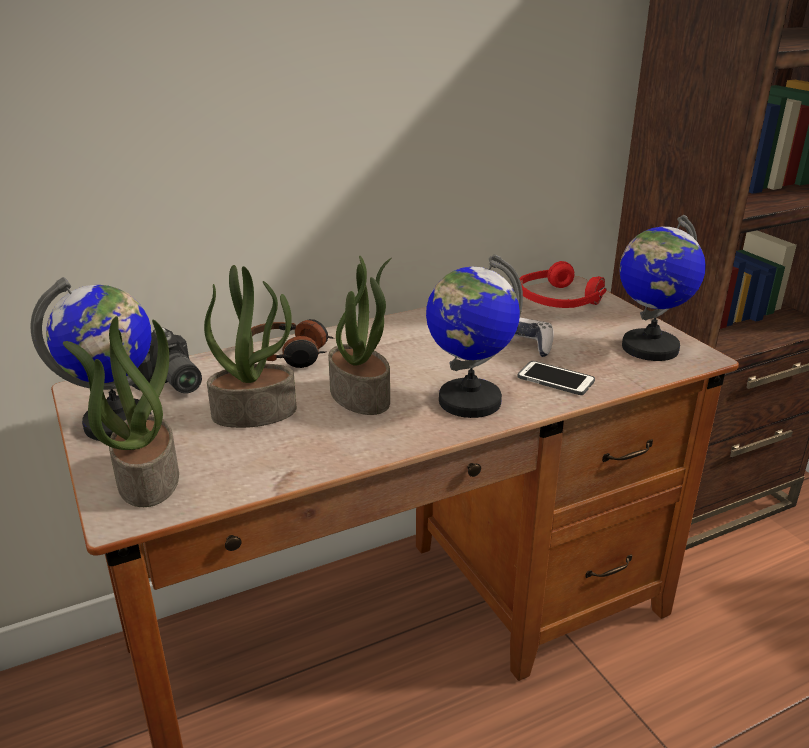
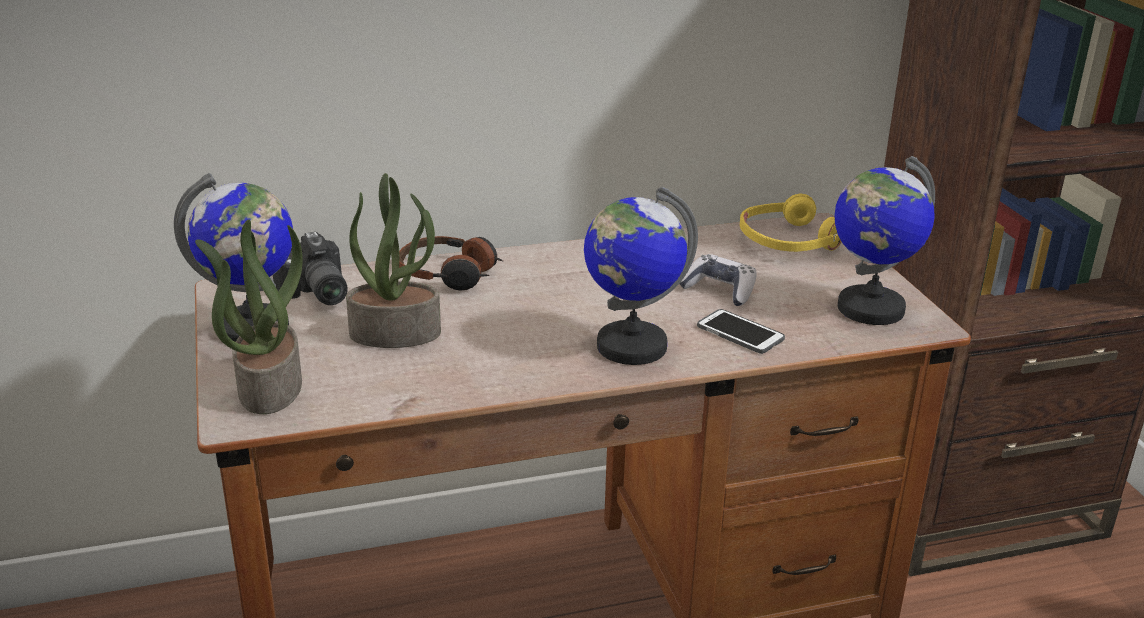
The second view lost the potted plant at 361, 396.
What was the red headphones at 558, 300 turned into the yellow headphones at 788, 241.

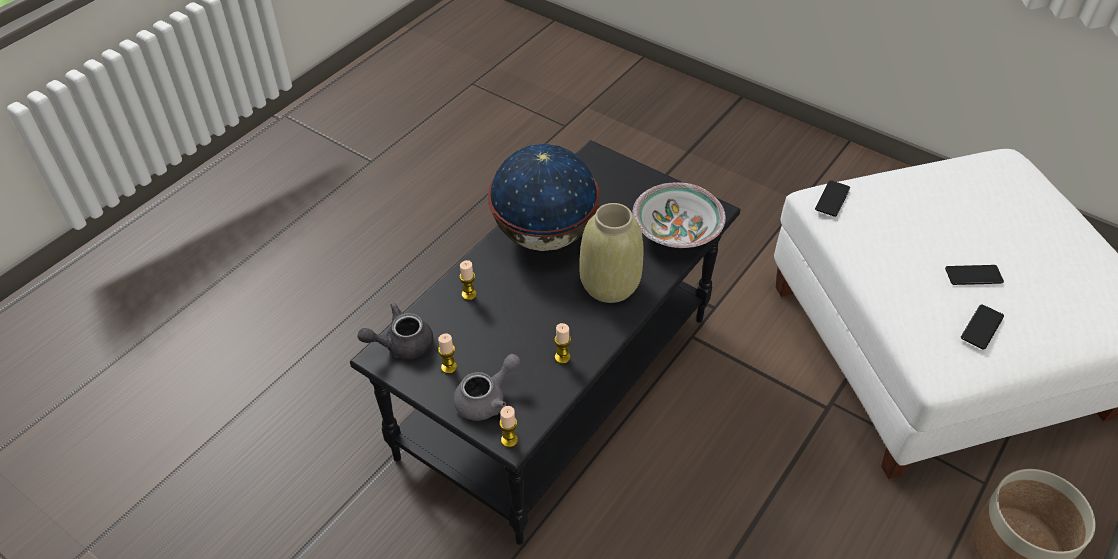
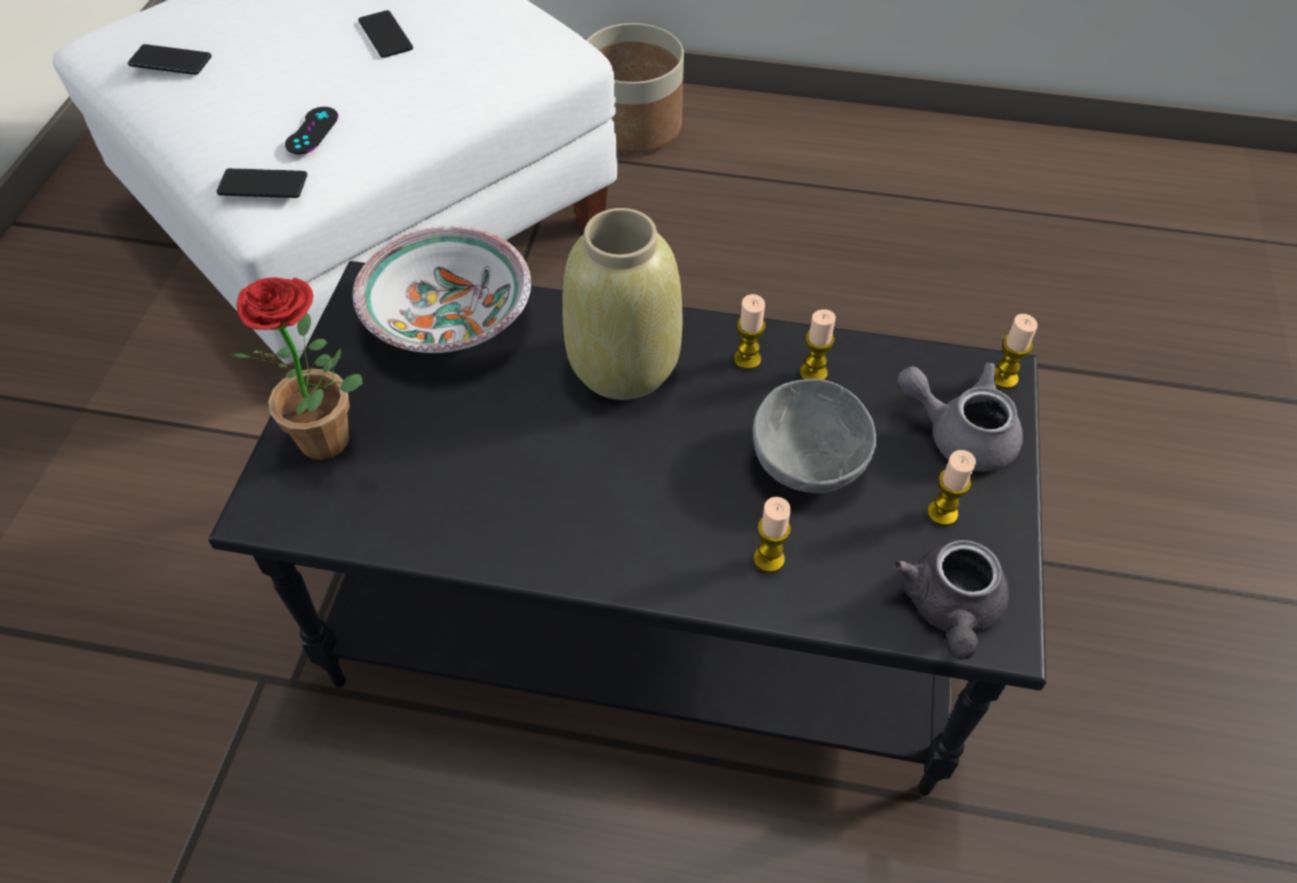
The second view lost the globe at 543, 235.
The grey teapot at 401, 344 ended up facing another way, 60 degrees clockwise from before.
The phone ended up elsewhere, having gone from 982, 327 to 170, 61.
The second view gained the black game controller at 312, 131.
The second view gained the potted plant at 335, 441.
The second view gained the candle at 747, 359.
The second view gained the grey bowl at 811, 460.

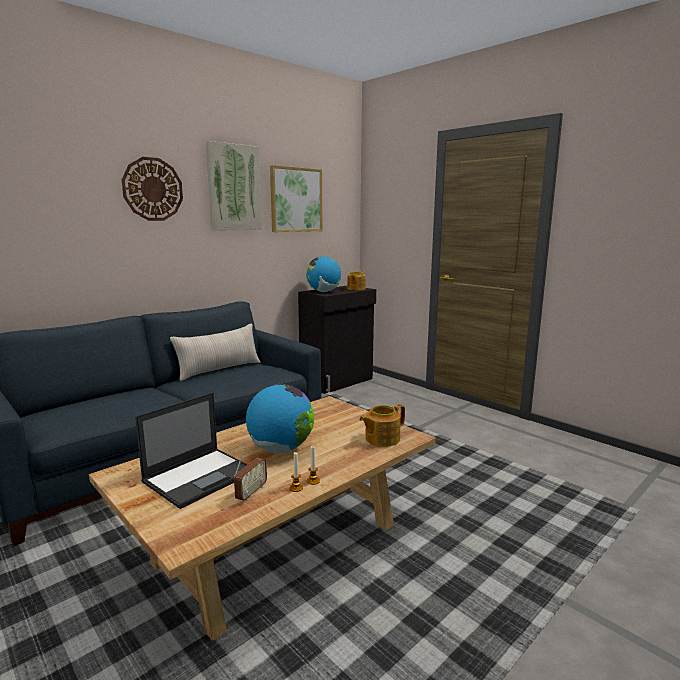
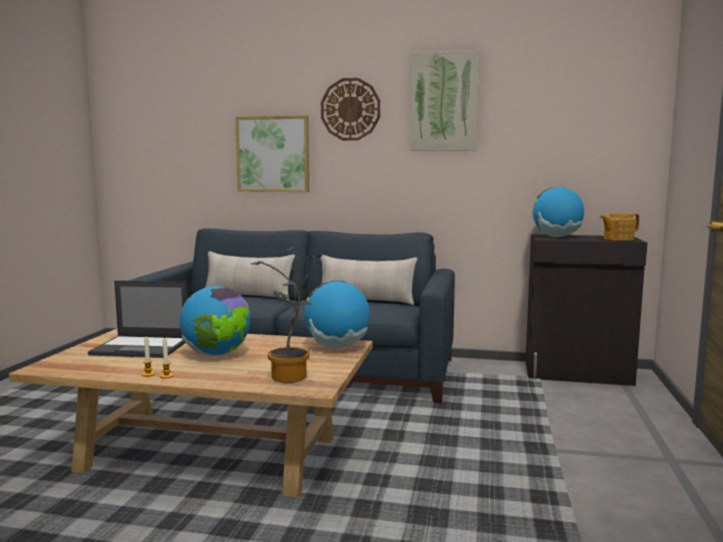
The picture ended up elsewhere, having gone from 296, 200 to 273, 154.
Where the teapot stood at 381, 439, the potted plant came to stand at 290, 378.
The second view lost the radio at 251, 493.
The second view gained the beige pillow at 248, 296.
The second view gained the globe at 337, 346.

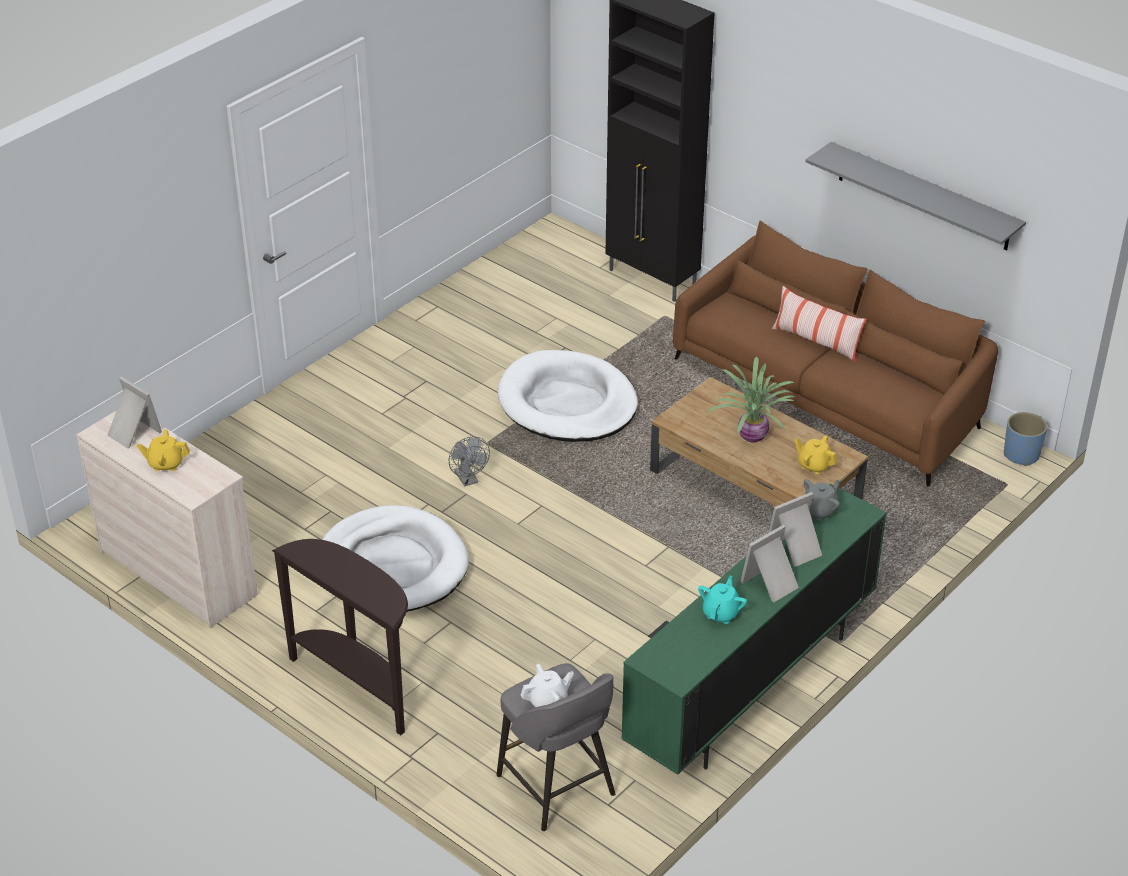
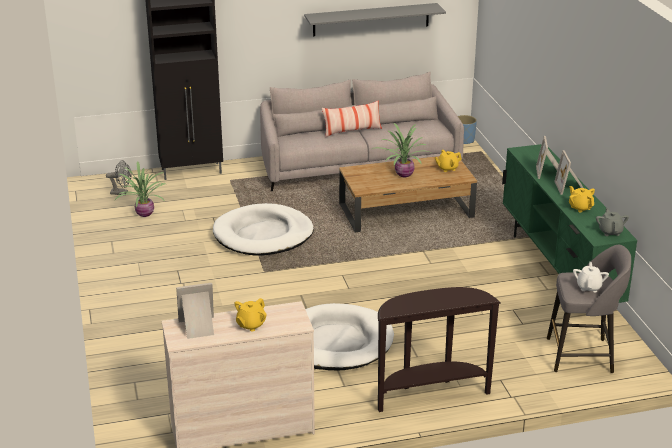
What was the brown sofa at 830, 394 turned into the grey sofa at 358, 164.
The grey fan ended up elsewhere, having gone from 468, 480 to 122, 193.
The grey teapot ended up elsewhere, having gone from 819, 511 to 610, 232.
What was the turquoise teapot at 721, 613 turned into the yellow teapot at 580, 207.
The second view gained the potted plant at 144, 213.

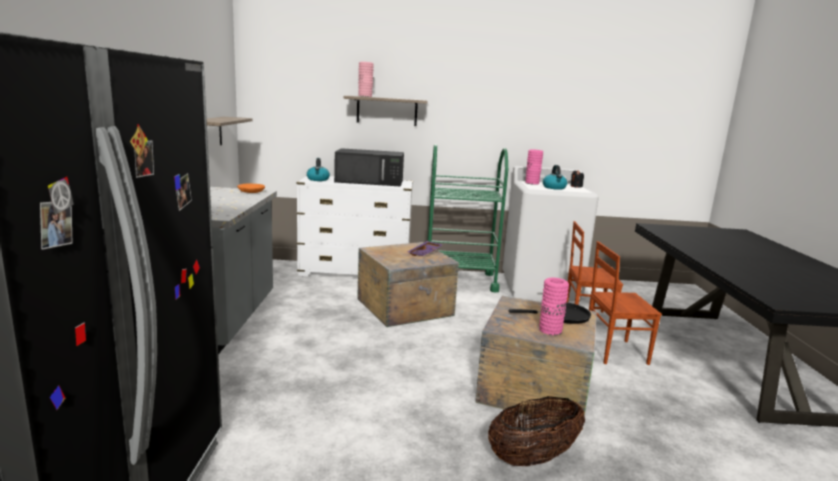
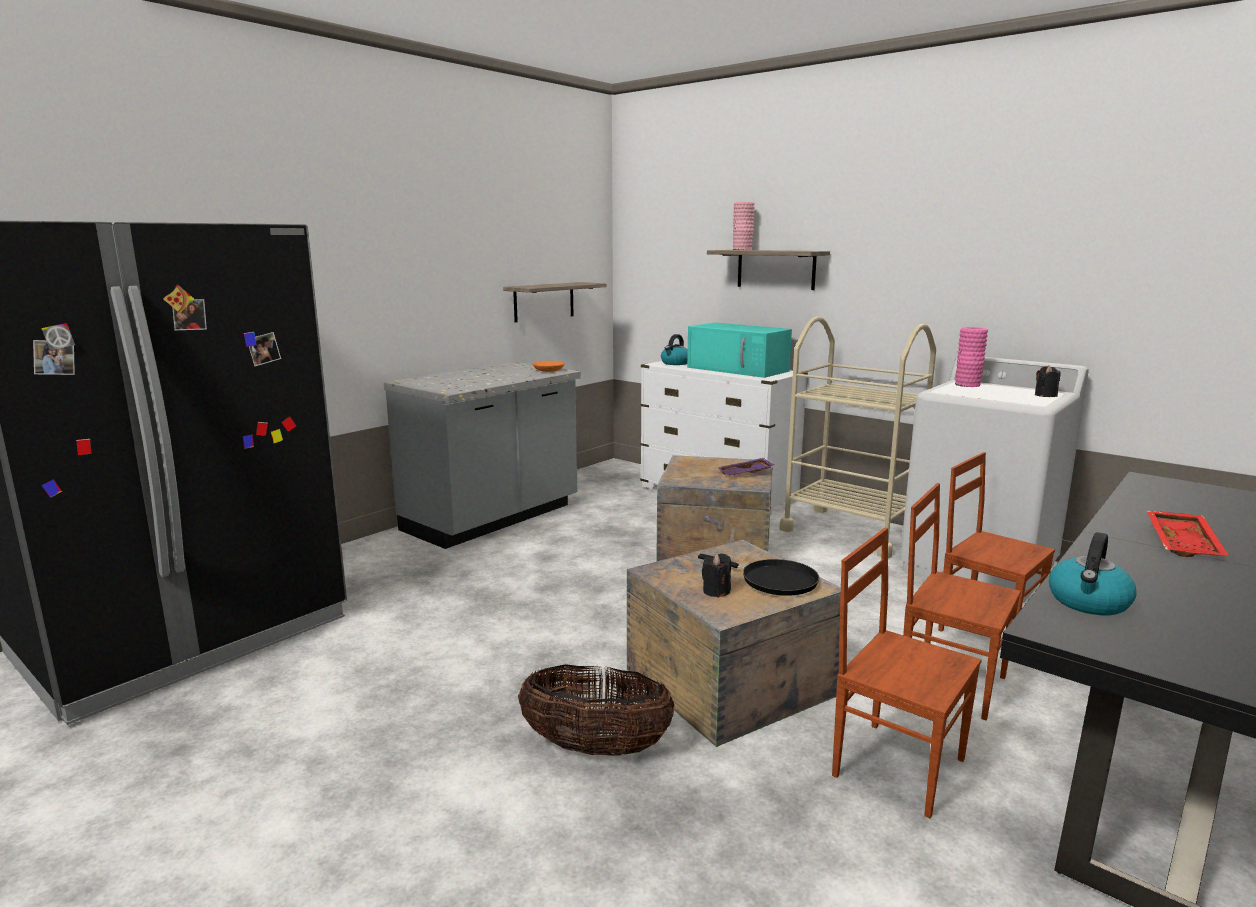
What was the green cart at 459, 280 turned into the beige cart at 850, 531.
What was the black microwave at 370, 181 turned into the turquoise microwave at 739, 369.
The kettle ended up elsewhere, having gone from 554, 188 to 1088, 602.
Where the pink vase stood at 550, 330, the black candle came to stand at 716, 591.
The second view gained the red tray at 1184, 544.
The second view gained the brown chair at 897, 765.

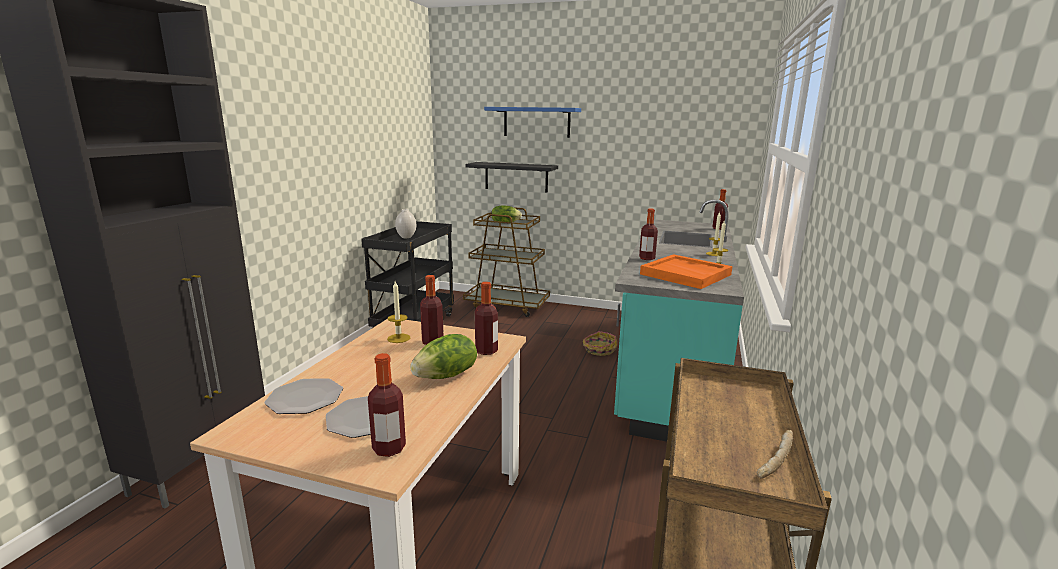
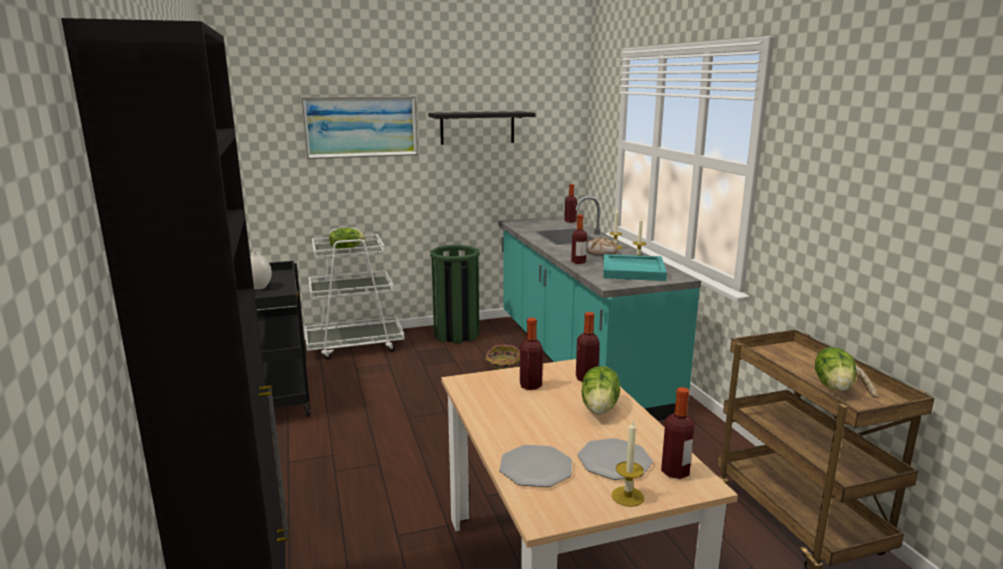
Where the blue shelf hung at 536, 122, the picture came to hang at 361, 126.
The black shelf ended up elsewhere, having gone from 516, 177 to 477, 127.
What was the brown cart at 507, 306 turned into the white cart at 355, 345.
What was the orange tray at 686, 274 turned into the turquoise tray at 633, 270.
The candle ended up elsewhere, having gone from 398, 338 to 627, 496.
The second view gained the bread at 601, 253.
The second view gained the green trash can at 456, 334.
The second view gained the lettuce at 834, 386.

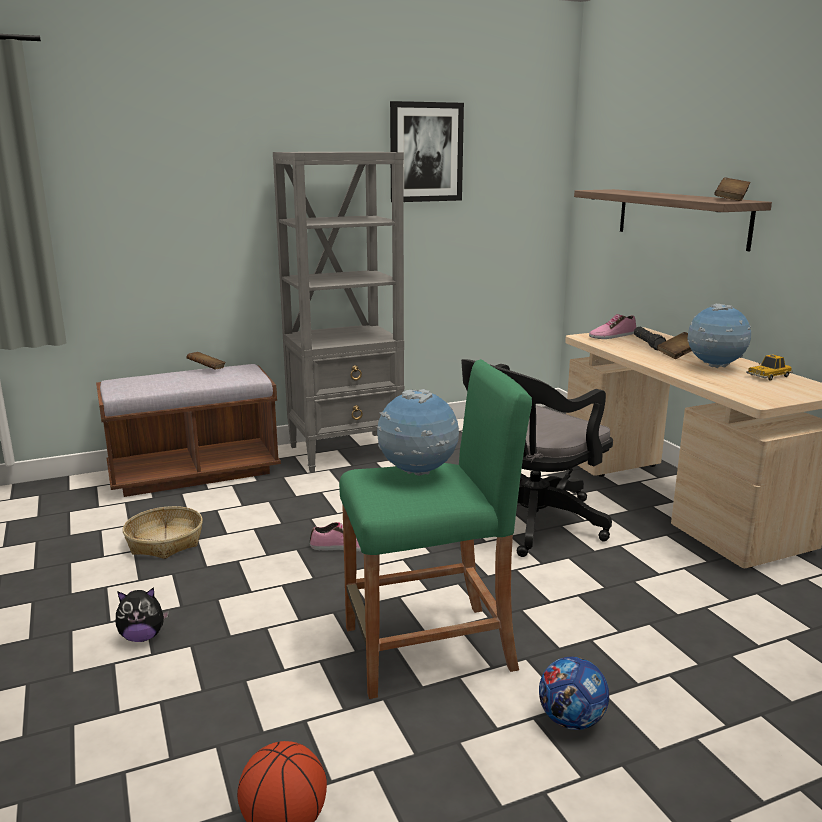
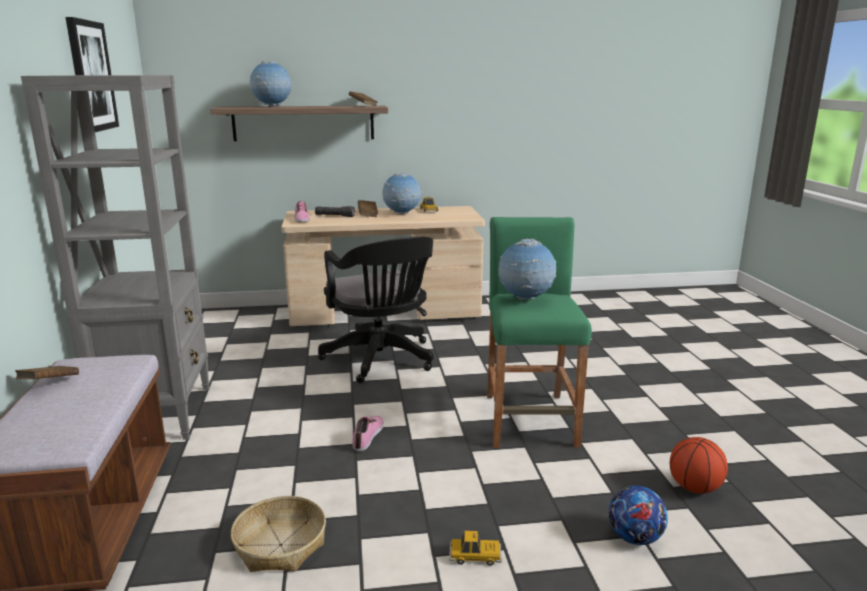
Where the plush toy stood at 142, 637, the toy car came to stand at 475, 556.
The football ended up elsewhere, having gone from 571, 720 to 634, 538.
The second view gained the globe at 272, 107.

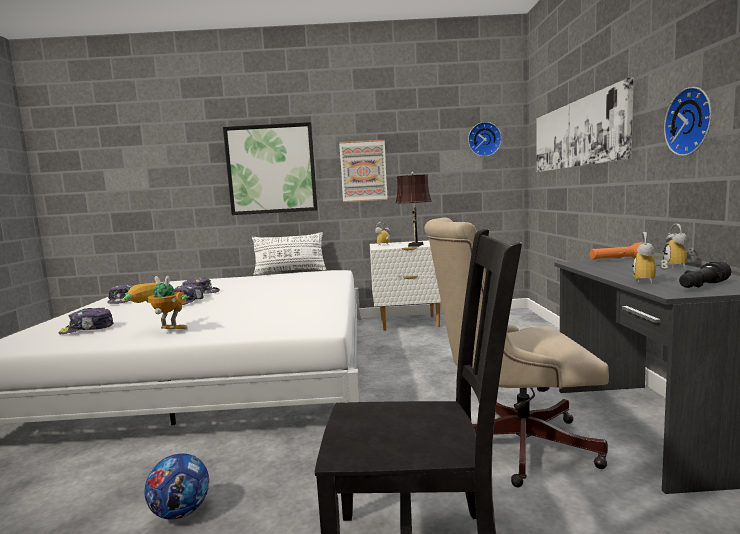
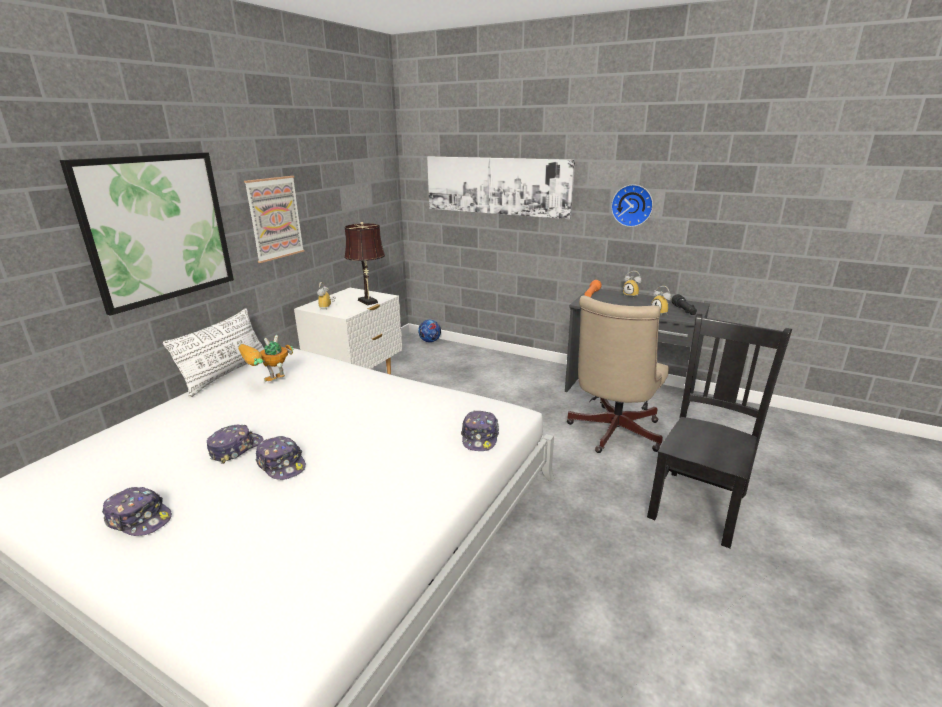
The second view lost the wall clock at 484, 139.
The toy robot ended up elsewhere, having gone from 162, 332 to 269, 384.
The cap ended up elsewhere, having gone from 87, 329 to 480, 437.
The football ended up elsewhere, having gone from 181, 512 to 430, 341.

